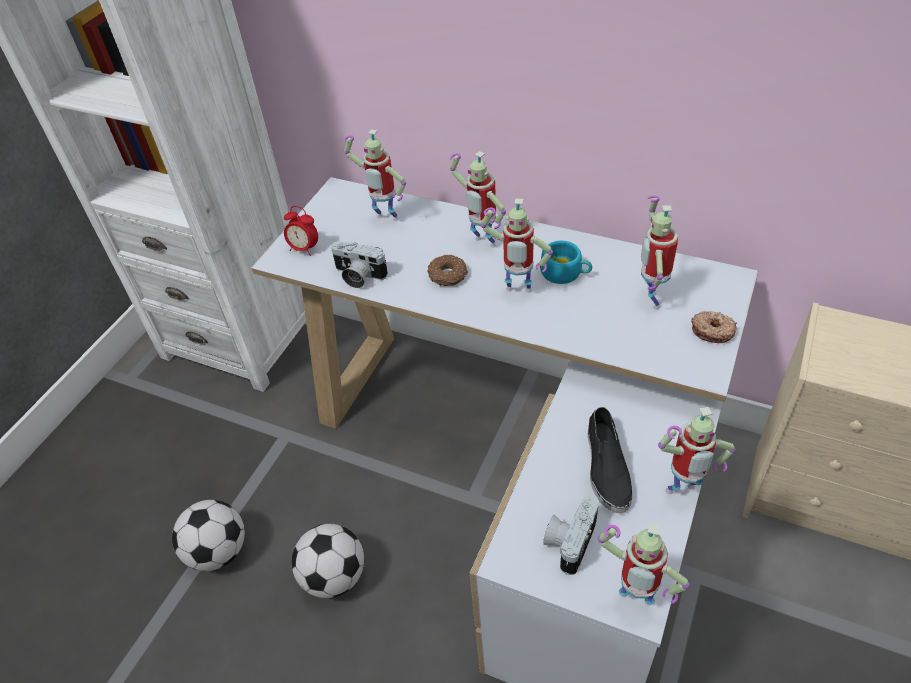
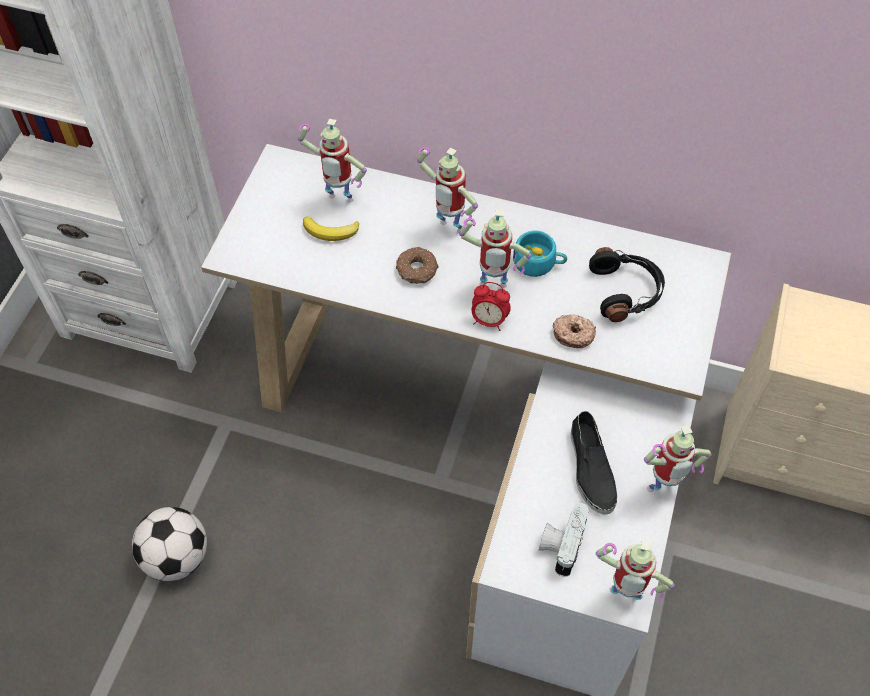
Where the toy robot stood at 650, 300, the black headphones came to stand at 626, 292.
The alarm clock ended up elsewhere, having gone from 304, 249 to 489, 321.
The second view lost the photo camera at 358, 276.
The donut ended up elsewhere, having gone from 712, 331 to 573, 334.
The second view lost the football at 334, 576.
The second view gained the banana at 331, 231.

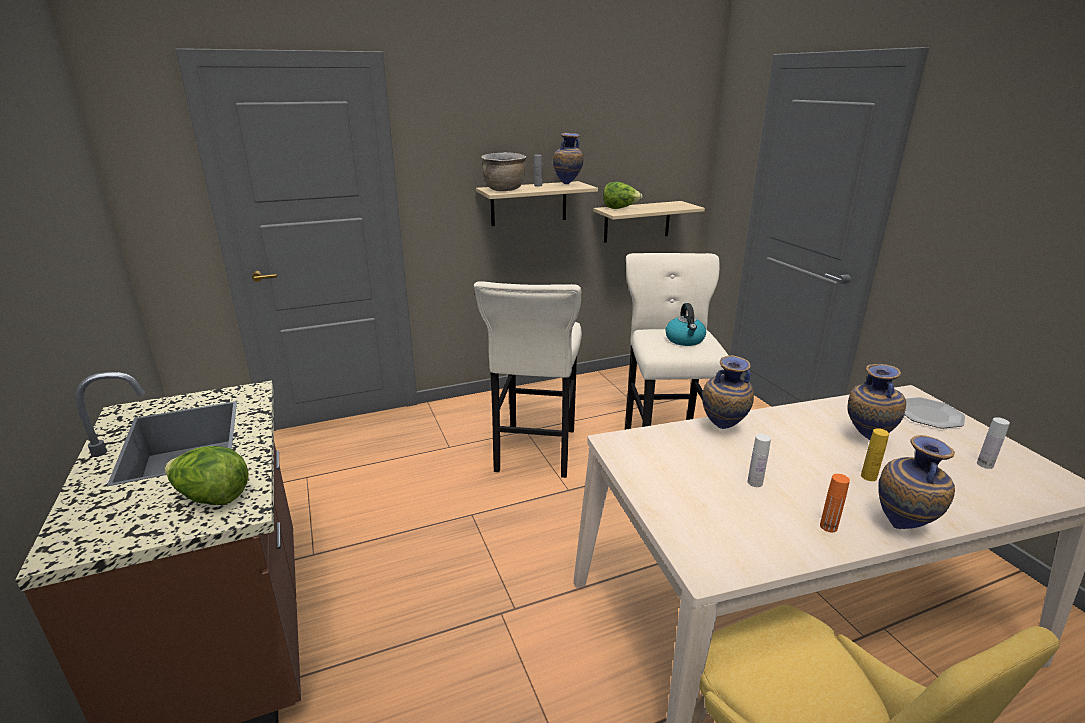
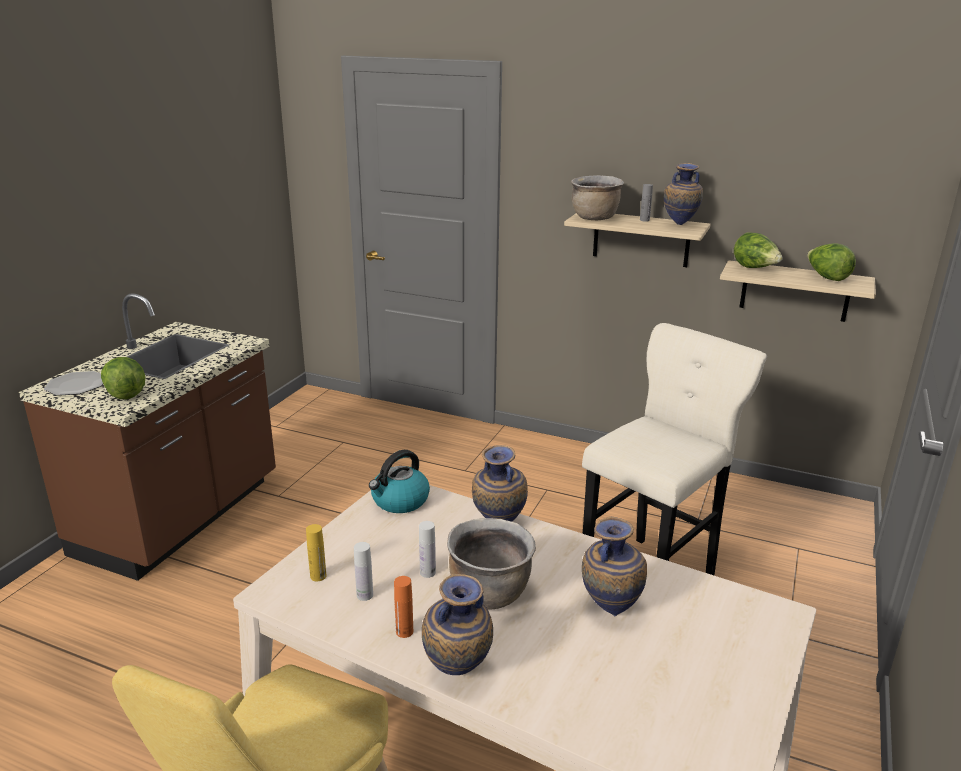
The second view lost the beige stool at 535, 453.
The kettle ended up elsewhere, having gone from 685, 340 to 400, 501.
The plate ended up elsewhere, having gone from 929, 414 to 76, 385.
The white bottle ended up elsewhere, having gone from 985, 464 to 365, 595.
The yellow bottle ended up elsewhere, having gone from 868, 477 to 318, 576.
The second view gained the lettuce at 826, 277.
The second view gained the brown cooking pot at 489, 593.

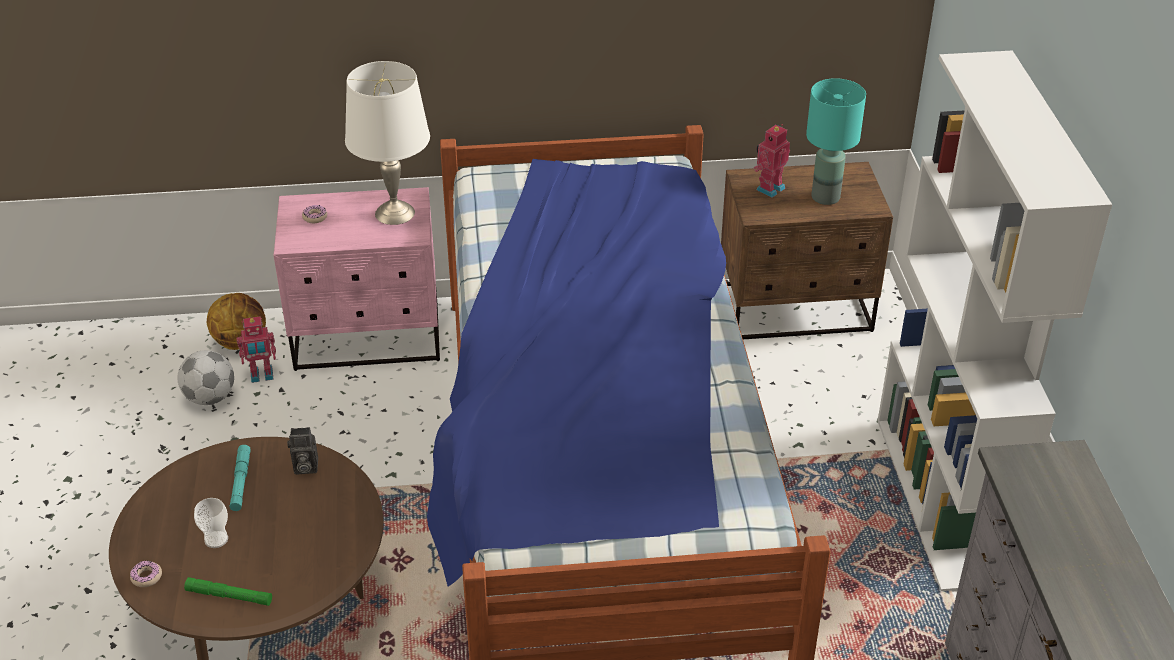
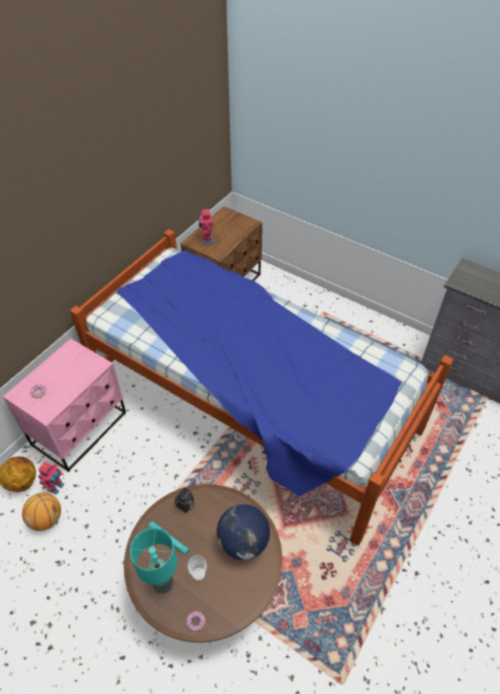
The second view lost the white bookcase at 941, 500.
The second view lost the white table lamp at 394, 213.
The turquoise table lamp ended up elsewhere, having gone from 825, 197 to 162, 582.
Where the football stood at 210, 397, the basketball came to stand at 46, 519.
The second view lost the green flashlight at 229, 596.
The second view gained the globe at 243, 542.

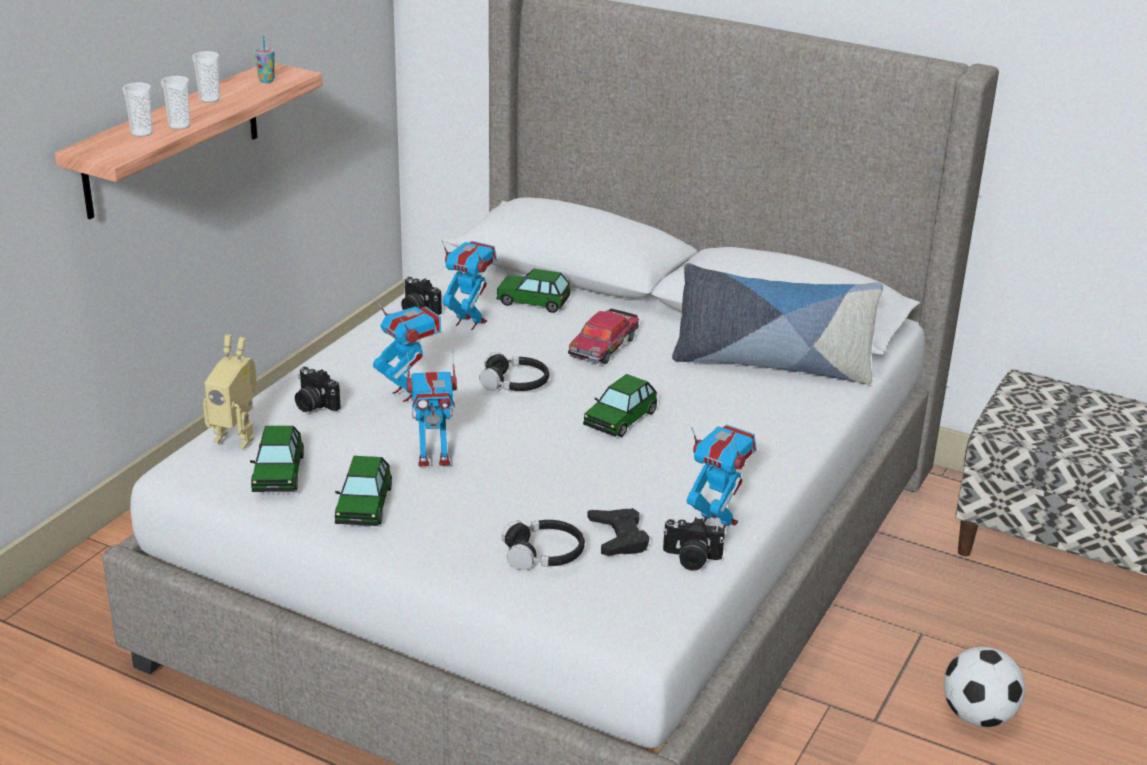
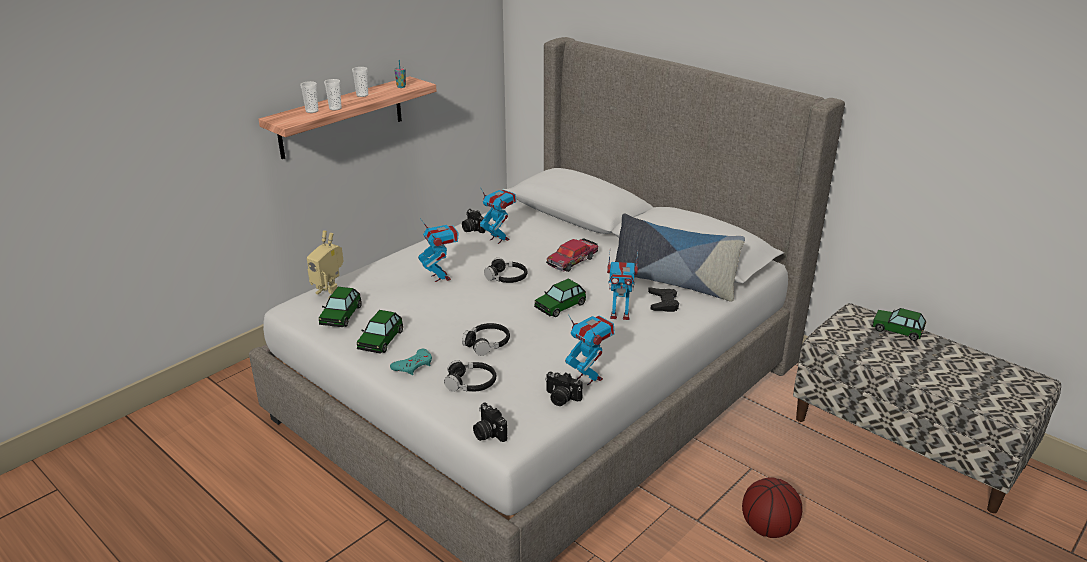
The toy car ended up elsewhere, having gone from 533, 301 to 897, 330.
The toy robot ended up elsewhere, having gone from 433, 458 to 620, 315.
The photo camera ended up elsewhere, having gone from 314, 404 to 488, 433.
The black game controller ended up elsewhere, having gone from 618, 537 to 663, 303.
Where the football stood at 978, 716, the basketball came to stand at 768, 528.
The second view gained the black headphones at 487, 344.
The second view gained the turquoise game controller at 413, 365.

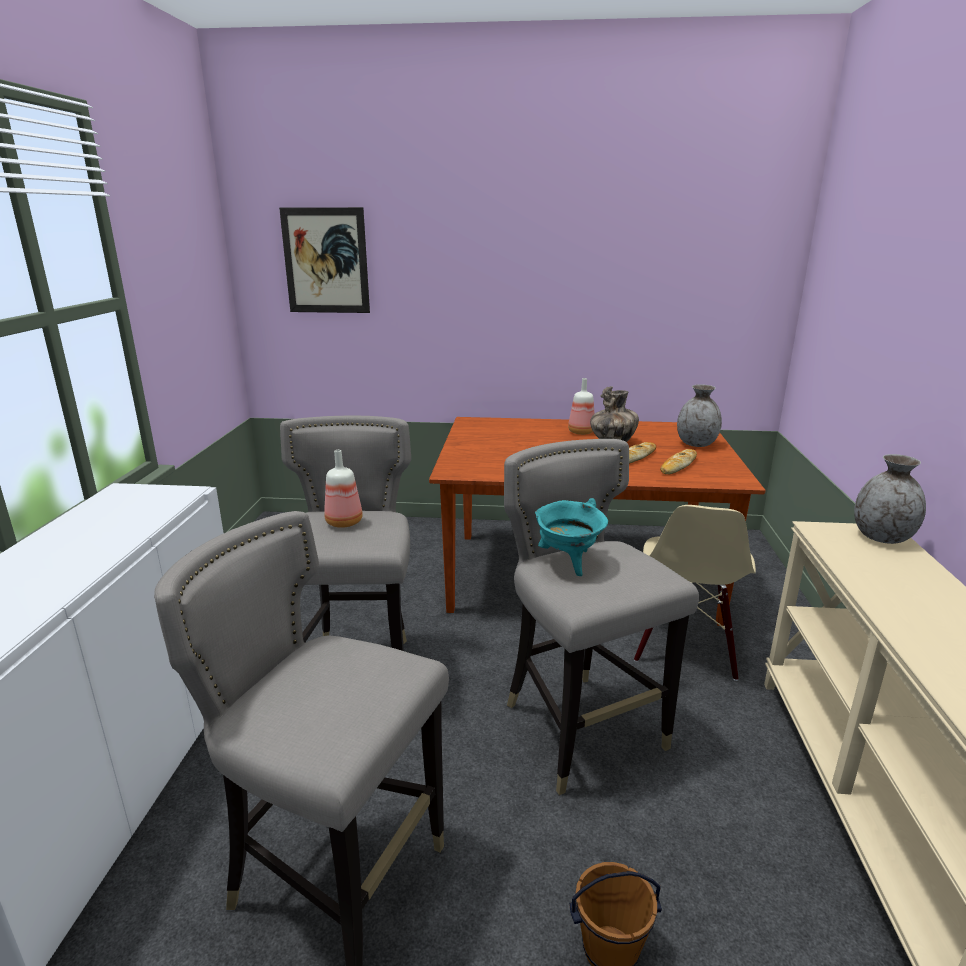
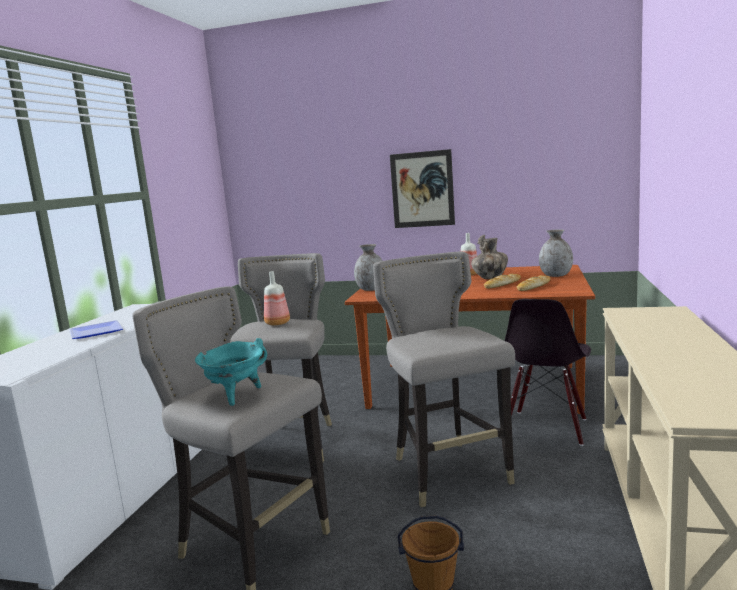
The picture ended up elsewhere, having gone from 326, 261 to 422, 189.
The grey vase ended up elsewhere, having gone from 881, 537 to 371, 289.
The turquoise cooking pot ended up elsewhere, having gone from 568, 562 to 235, 396.
What was the beige chair at 685, 649 turned into the black chair at 546, 427.
The second view gained the plate at 98, 332.

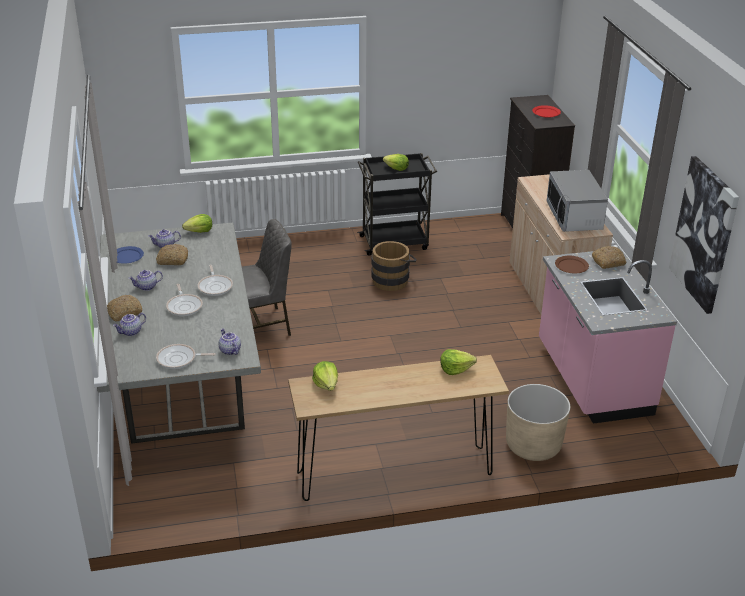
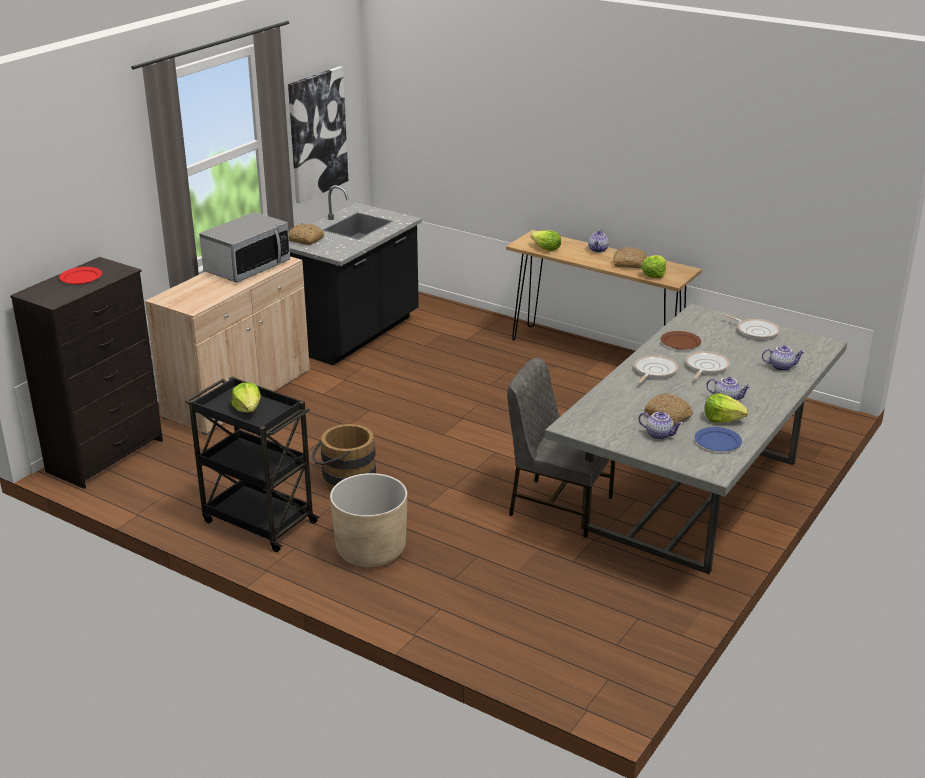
The lettuce ended up elsewhere, having gone from 199, 231 to 722, 419.
What was the pink counter at 591, 379 turned into the black counter at 353, 334.
The brown plate ended up elsewhere, having gone from 571, 266 to 680, 342.
The bread ended up elsewhere, having gone from 124, 313 to 630, 263.
The teapot ended up elsewhere, having gone from 229, 350 to 598, 250.
The beige planter ended up elsewhere, having gone from 533, 445 to 371, 550.

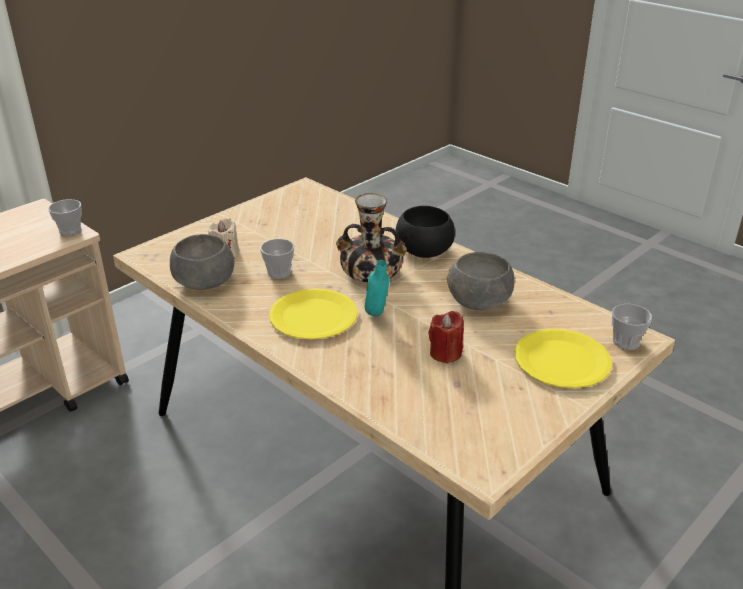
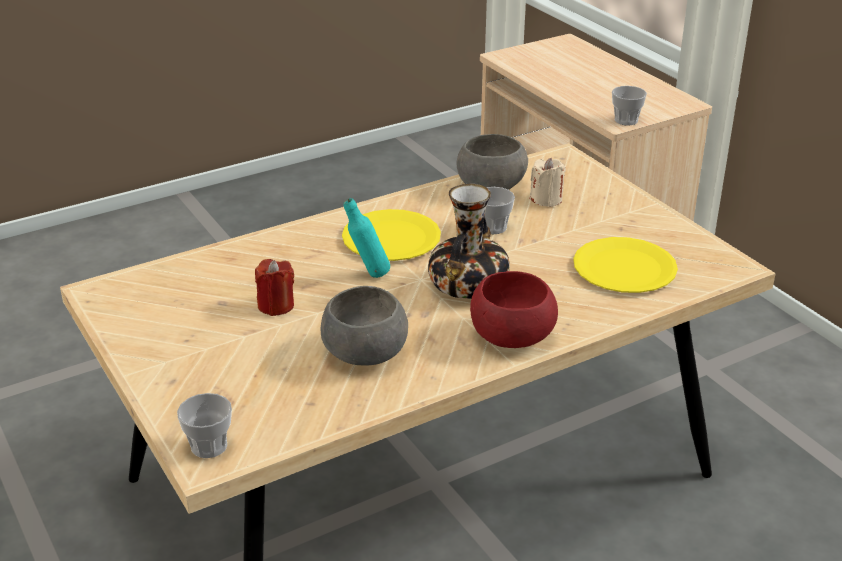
What was the black bowl at 424, 250 turned into the red bowl at 511, 335.
The yellow plate ended up elsewhere, having gone from 561, 361 to 624, 268.

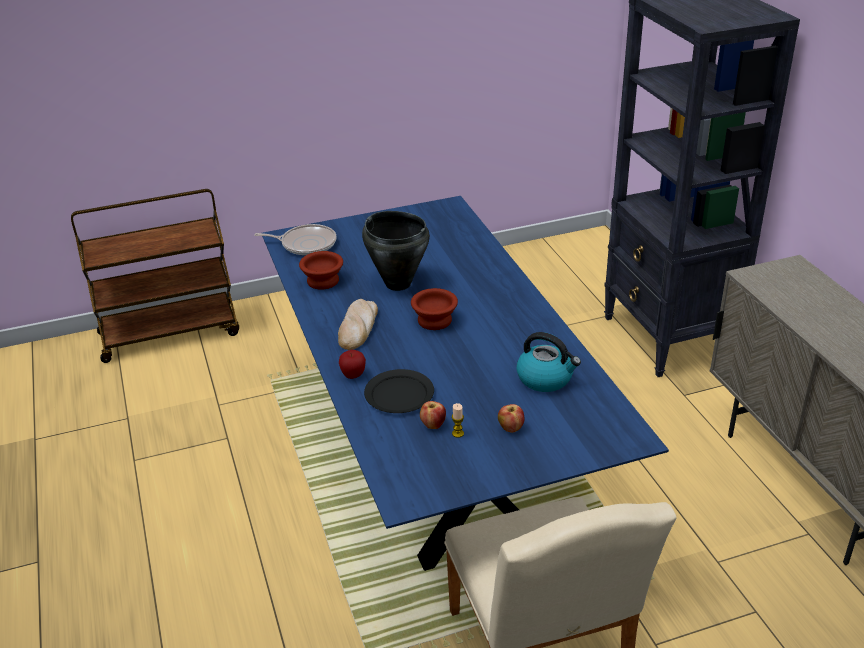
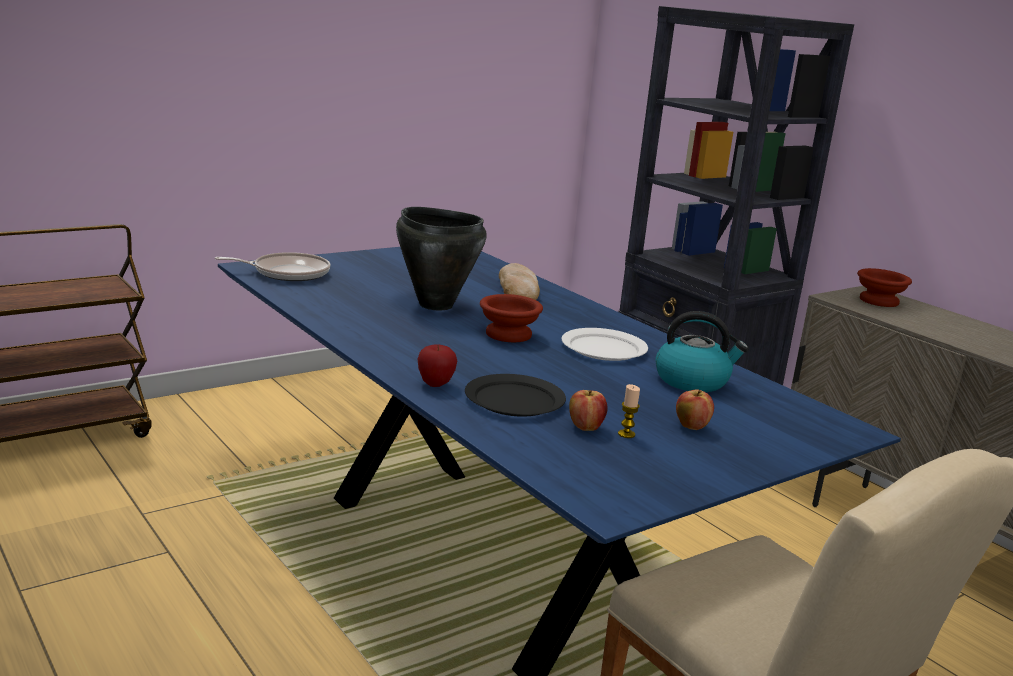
The brown bowl ended up elsewhere, having gone from 324, 281 to 880, 301.
The bread ended up elsewhere, having gone from 358, 327 to 518, 289.
The second view gained the white plate at 604, 348.

